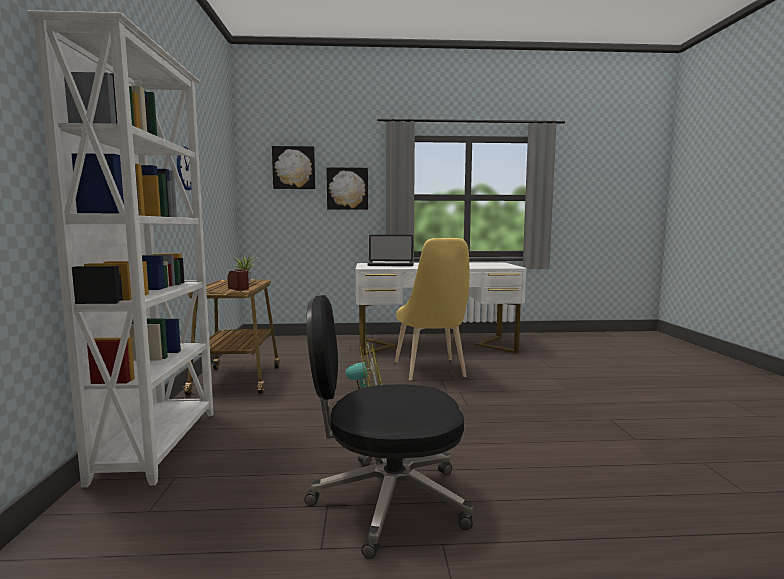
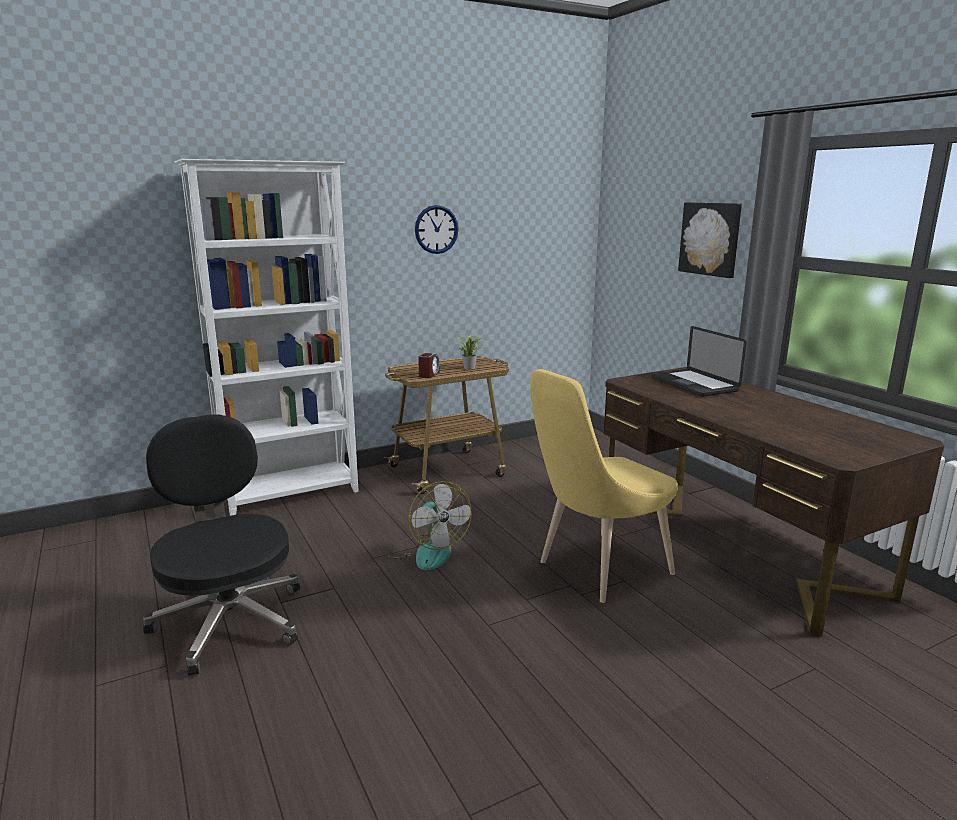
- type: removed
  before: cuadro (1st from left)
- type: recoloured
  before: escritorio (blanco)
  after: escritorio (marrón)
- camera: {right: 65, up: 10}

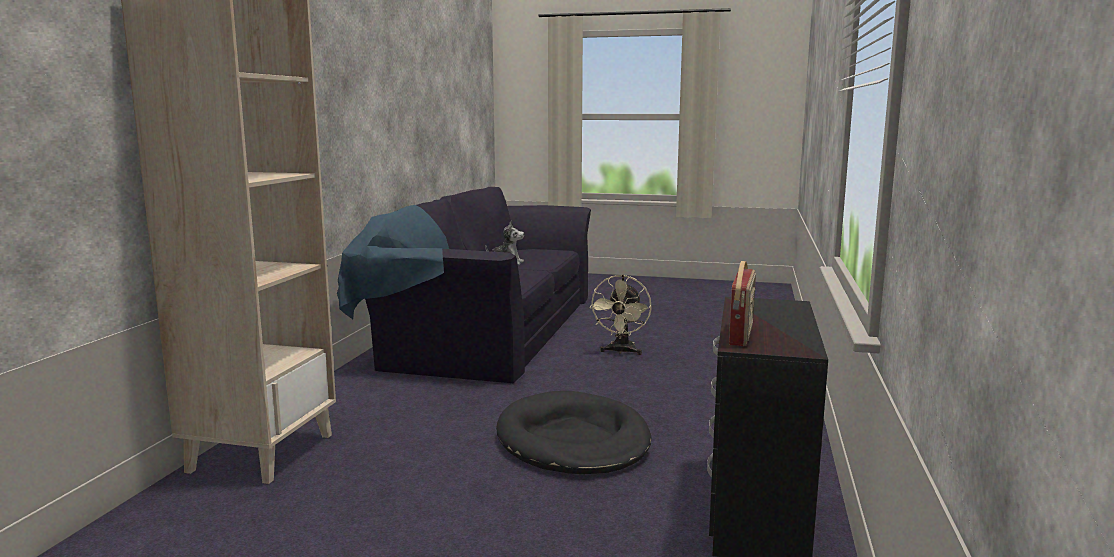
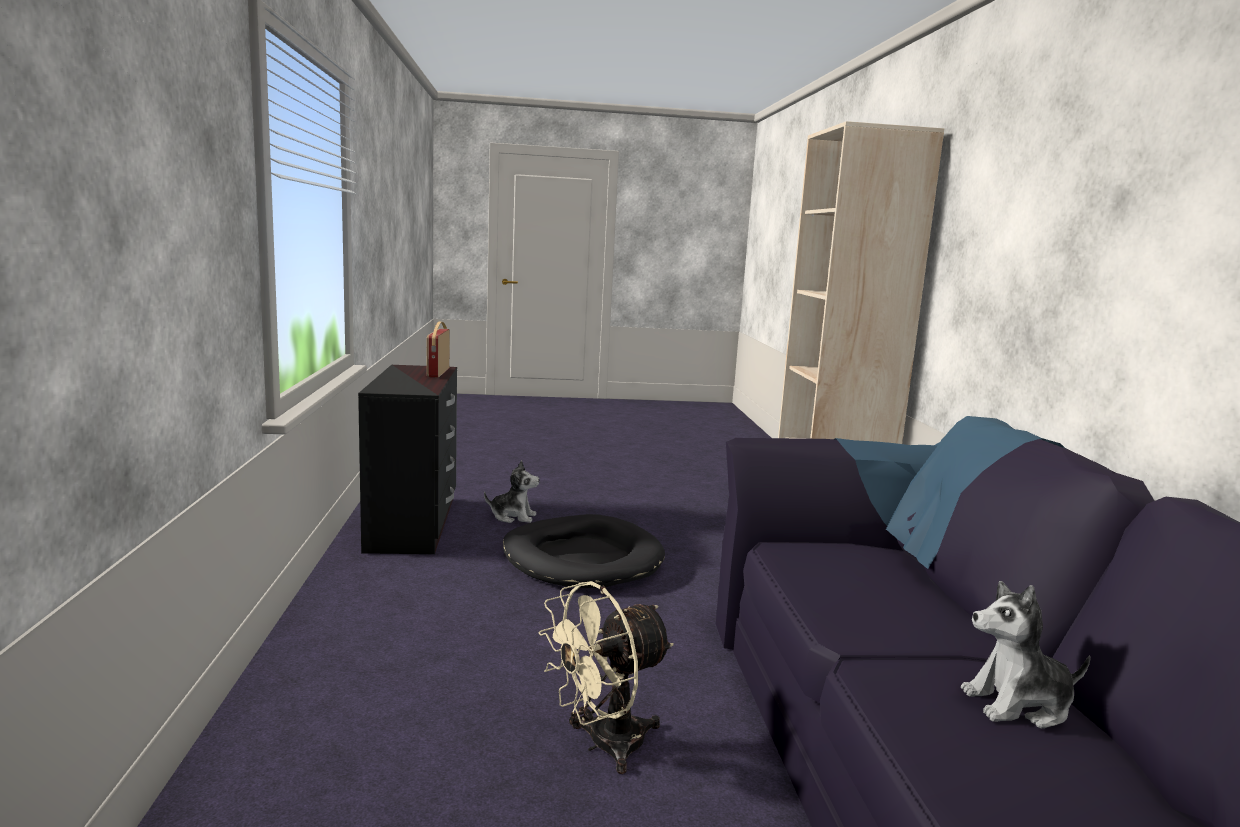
- type: added
  after: peluche (1st from left)
- type: turned
  before: ventilador (beis)
  turn: -120
- camera: {right: 160, up: 0}

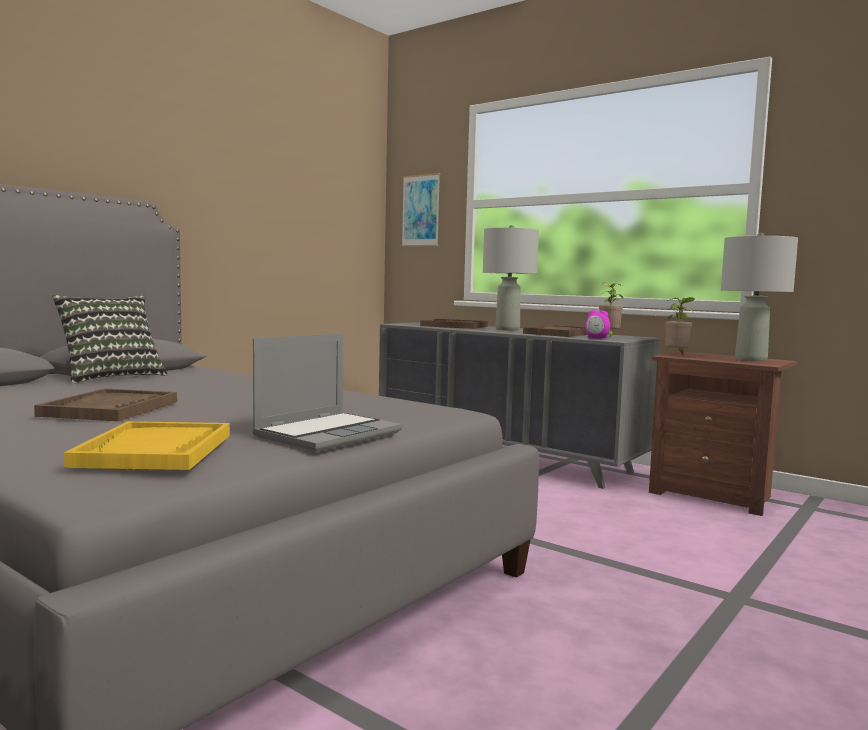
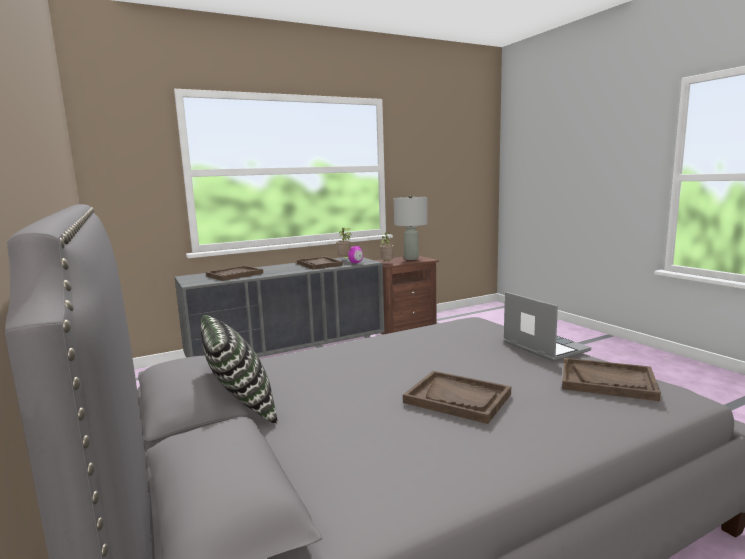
- type: removed
  before: cuadro
- type: removed
  before: lámpara de mesa (gris) (1st from left)
- type: recoloured
  before: bandeja (amarillo)
  after: bandeja (marrón) (4th from left)
- camera: {right: -65, up: 5}

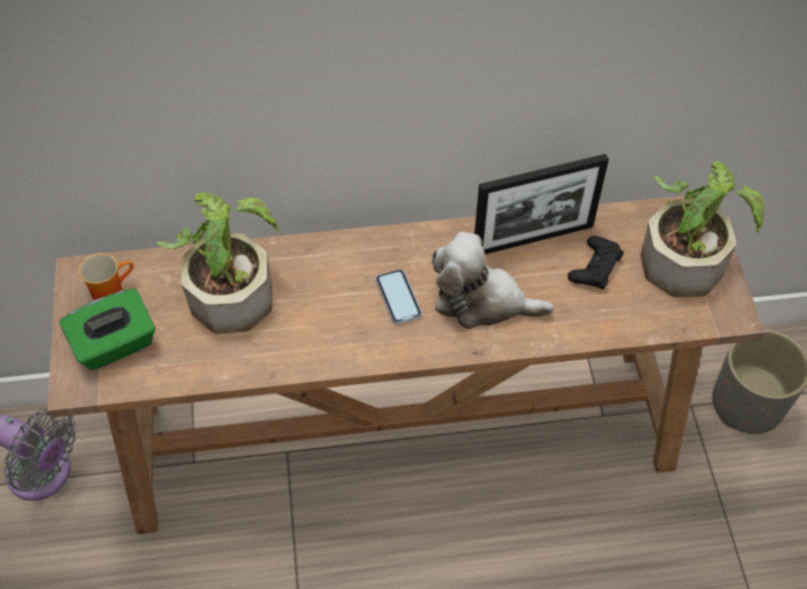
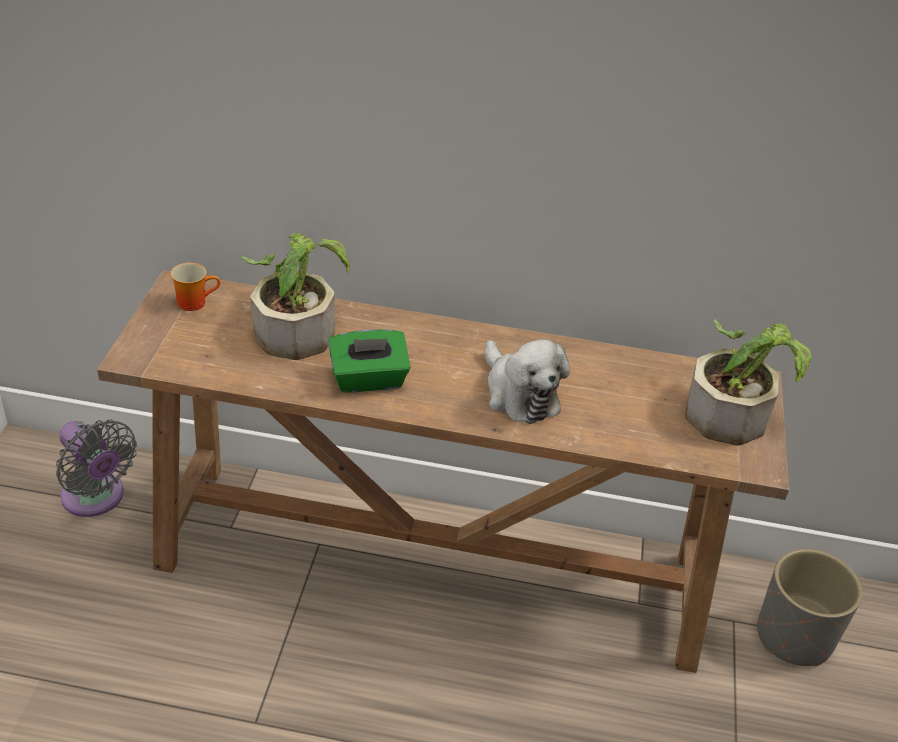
- type: removed
  before: móvil
- type: removed
  before: portarretratos
- type: removed
  before: mando de consola (negro)
- type: moved
  before: caja de pañuelos (verde)
- type: turned
  before: peluche
  turn: -150
- camera: {right: 15, up: -15}

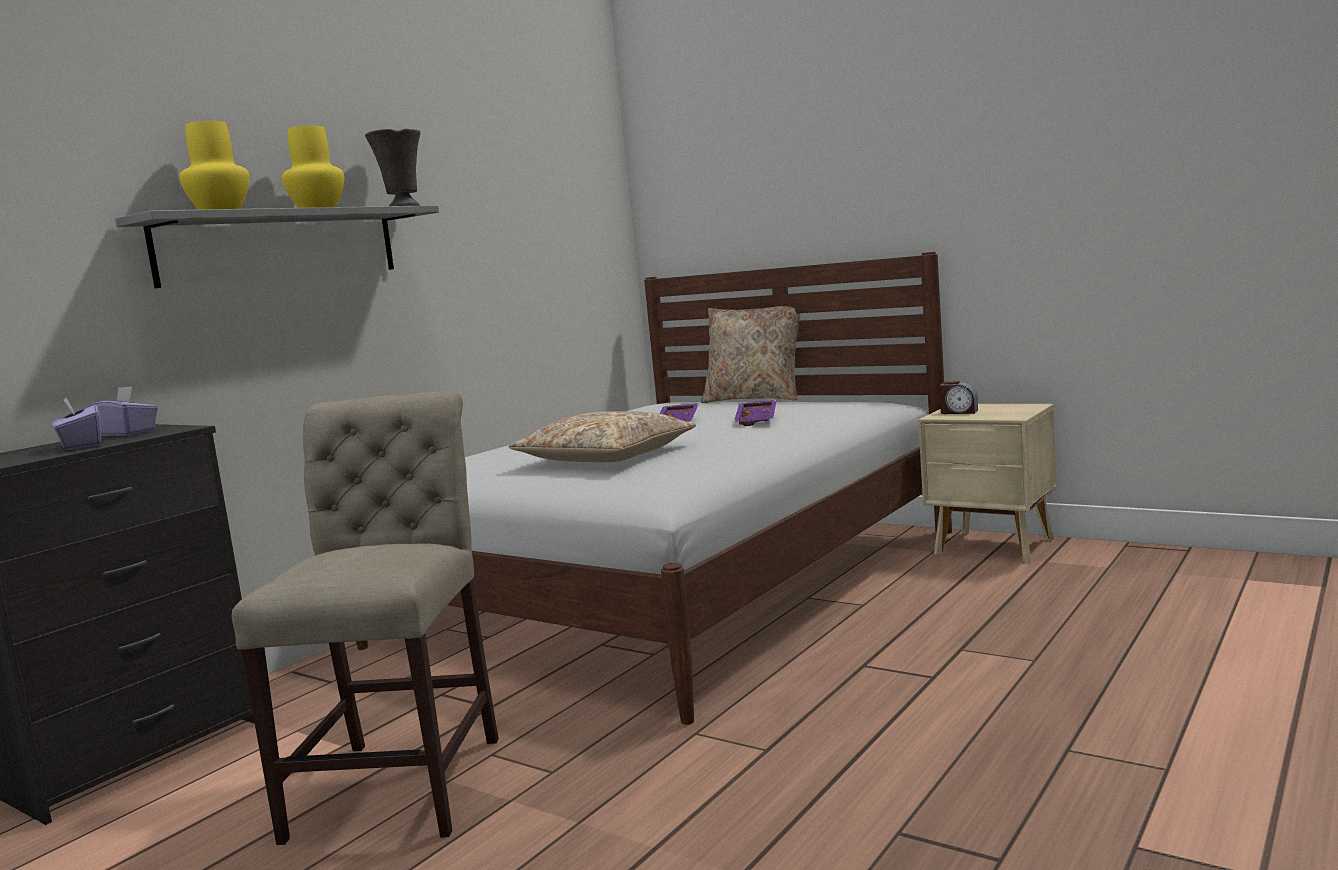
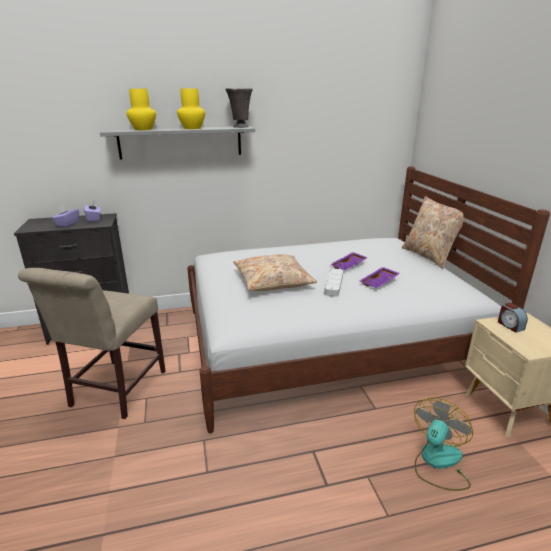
- type: added
  after: bandeja (gris)
- type: added
  after: ventilador
- type: turned
  before: silla (beis)
  turn: 150
- camera: {right: 40, up: 15}

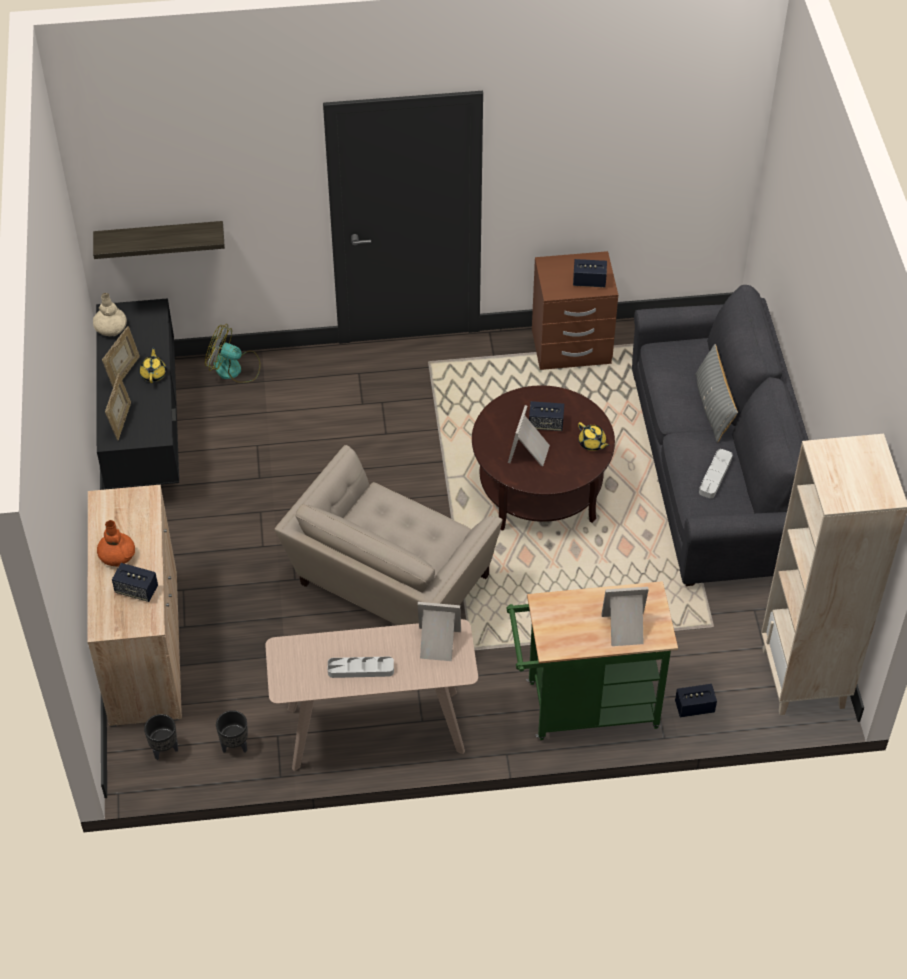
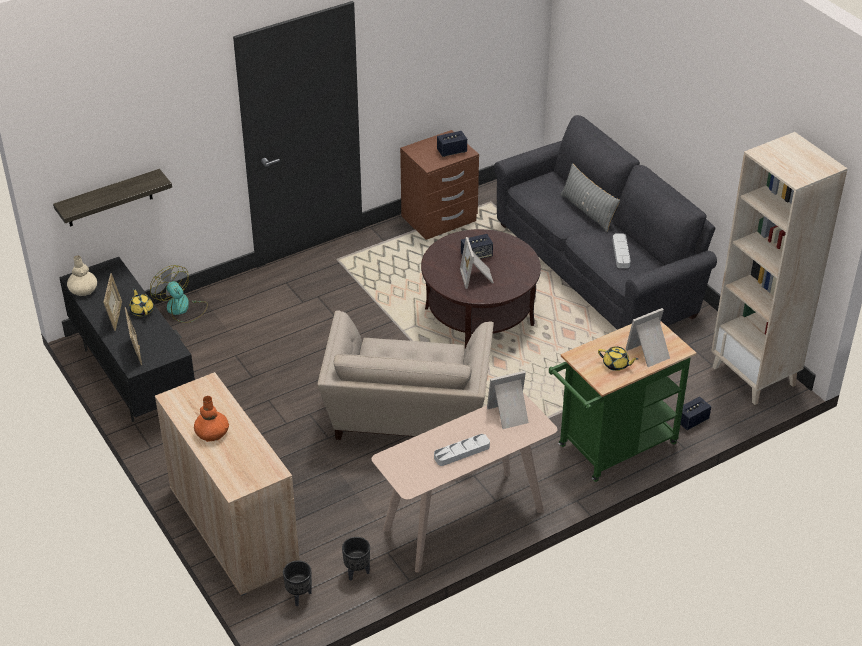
- type: removed
  before: altavoz (1st from left)
- type: moved
  before: tetera (amarillo) (2nd from left)
- type: turned
  before: ventilador
  turn: 60
- camera: {right: -25, up: -10}

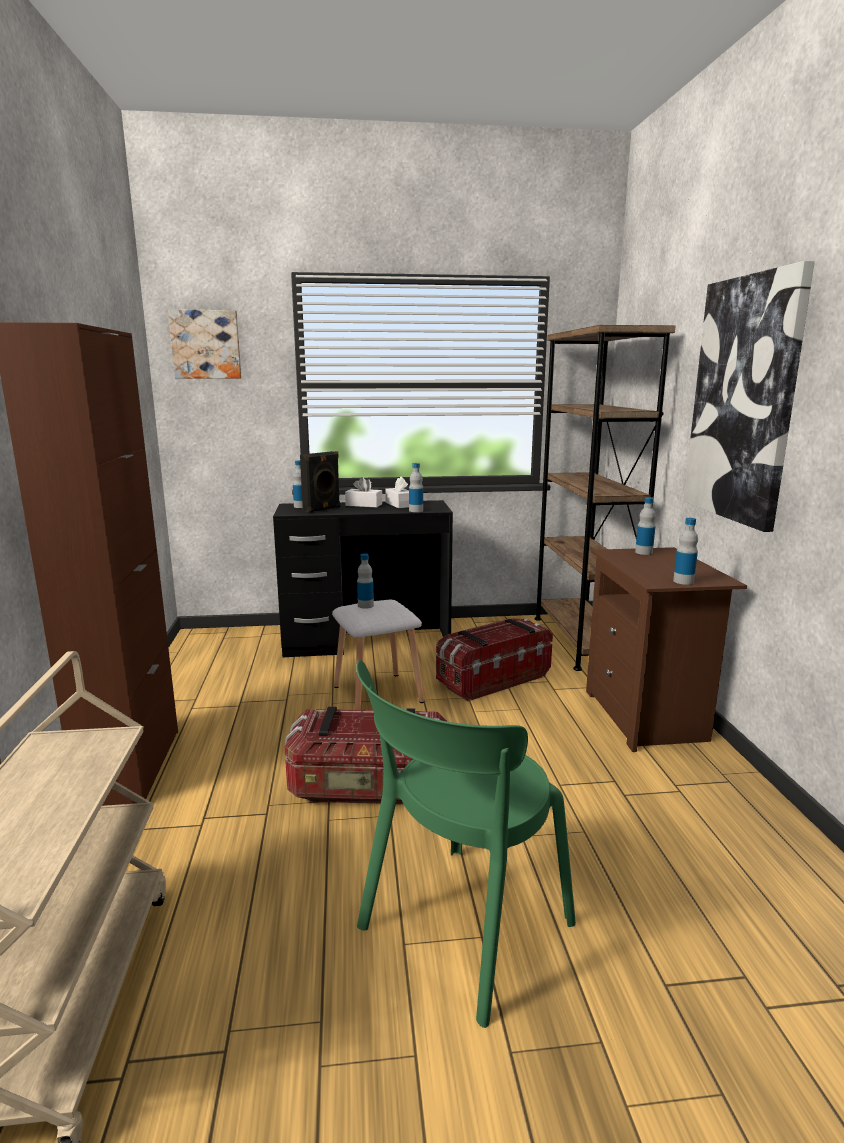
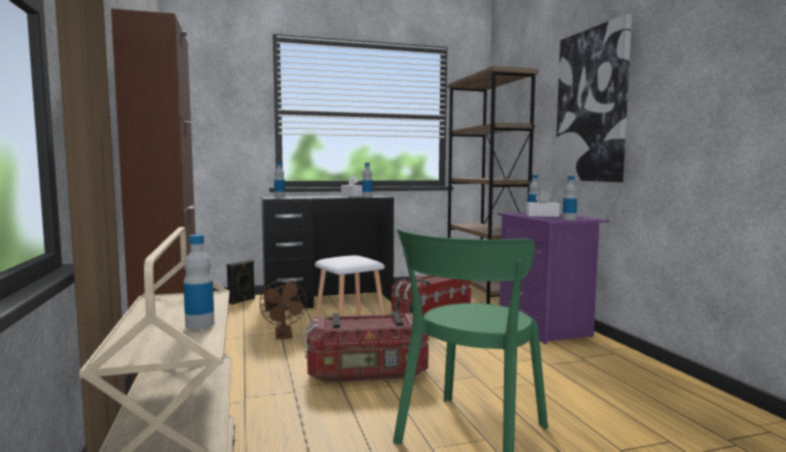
- type: removed
  before: cuadro (1st from left)
- type: added
  after: ventilador (marrón)
- type: moved
  before: altavoz (negro)
- type: moved
  before: caja de pañuelos (blanco) (1st from left in the first image)
  after: caja de pañuelos (blanco) (2nd from left)
- type: moved
  before: botella (2nd from left in the first image)
  after: botella (1st from left)
- type: recoloured
  before: mesita de noche (marrón)
  after: mesita de noche (morado)
- camera: {right: -10, up: -10}

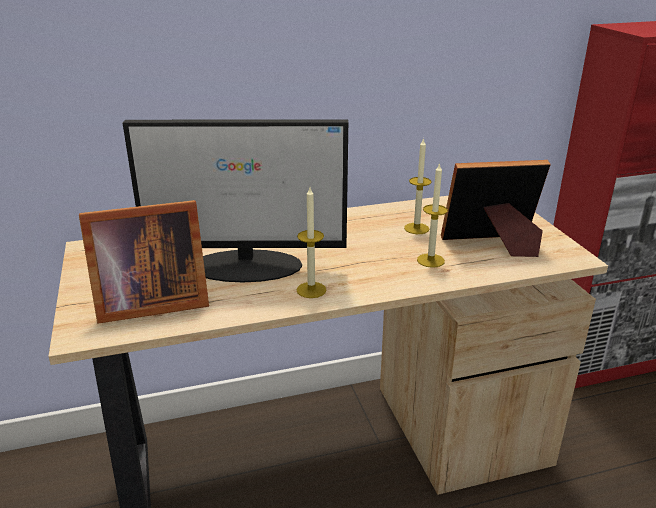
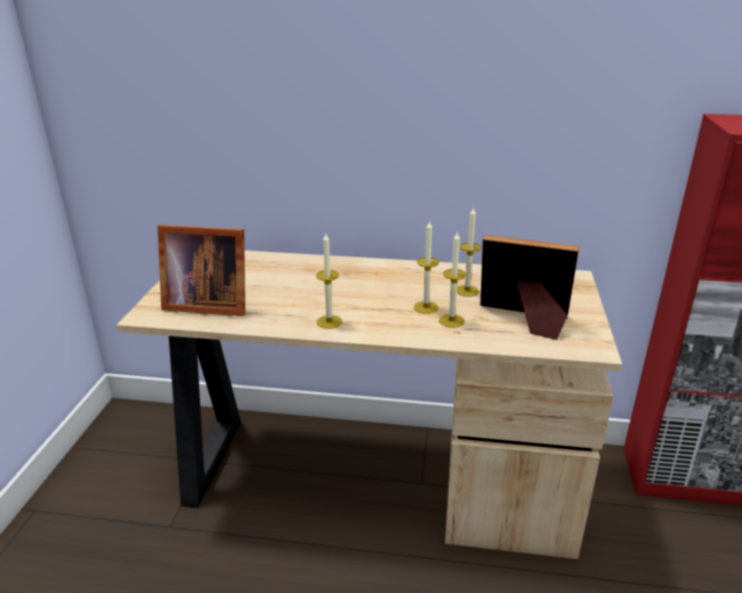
- type: removed
  before: monitor
- type: added
  after: vela (2nd from left)
- camera: {right: 25, up: 0}

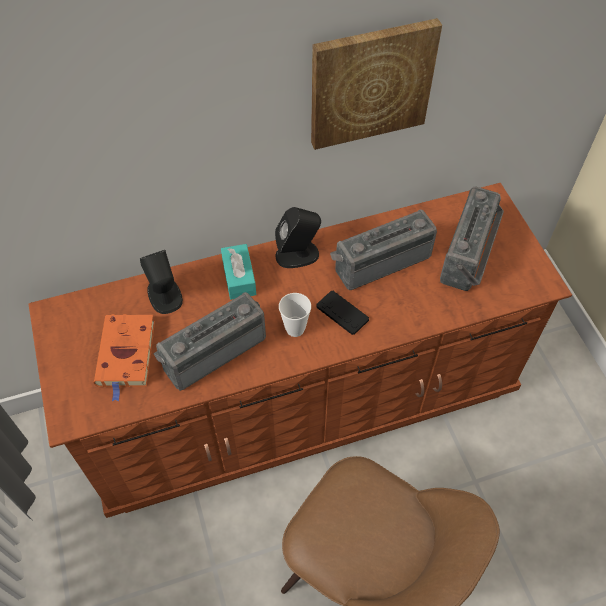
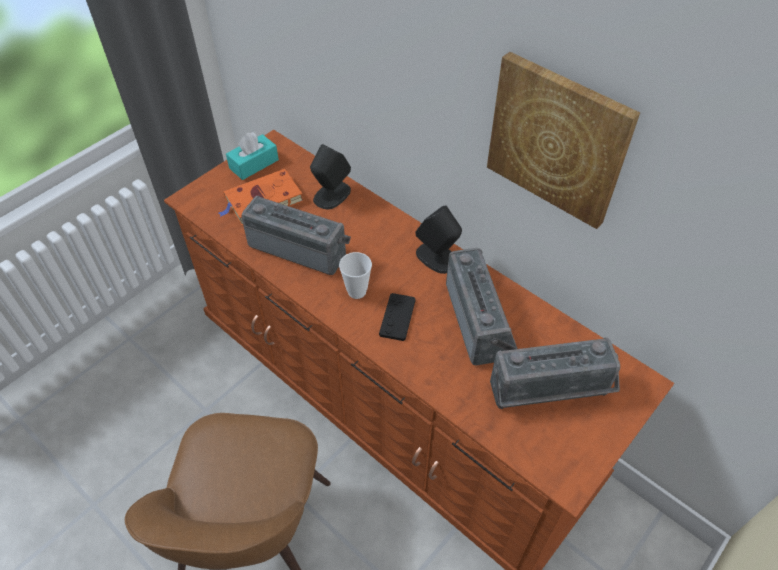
- type: moved
  before: caja de pañuelos (turquesa)
- type: turned
  before: radio (2nd from left)
  turn: 45
- camera: {right: 60, up: -5}

